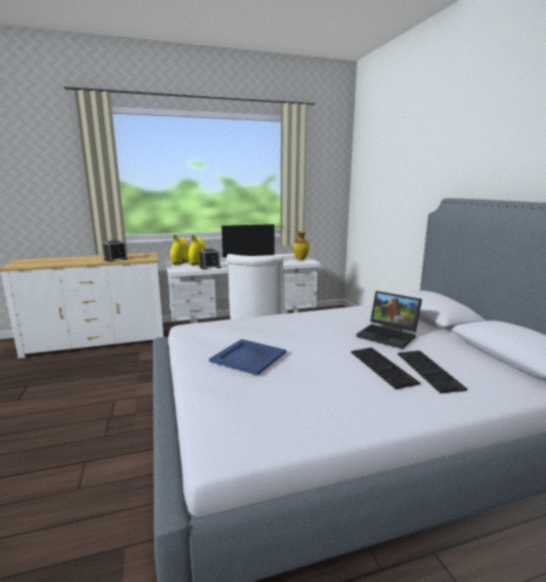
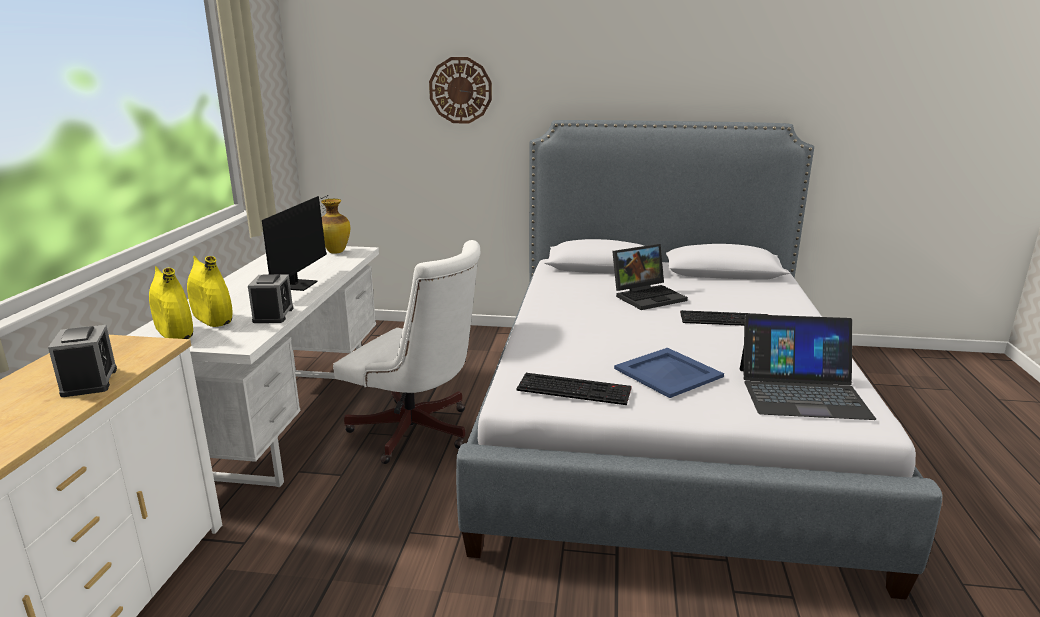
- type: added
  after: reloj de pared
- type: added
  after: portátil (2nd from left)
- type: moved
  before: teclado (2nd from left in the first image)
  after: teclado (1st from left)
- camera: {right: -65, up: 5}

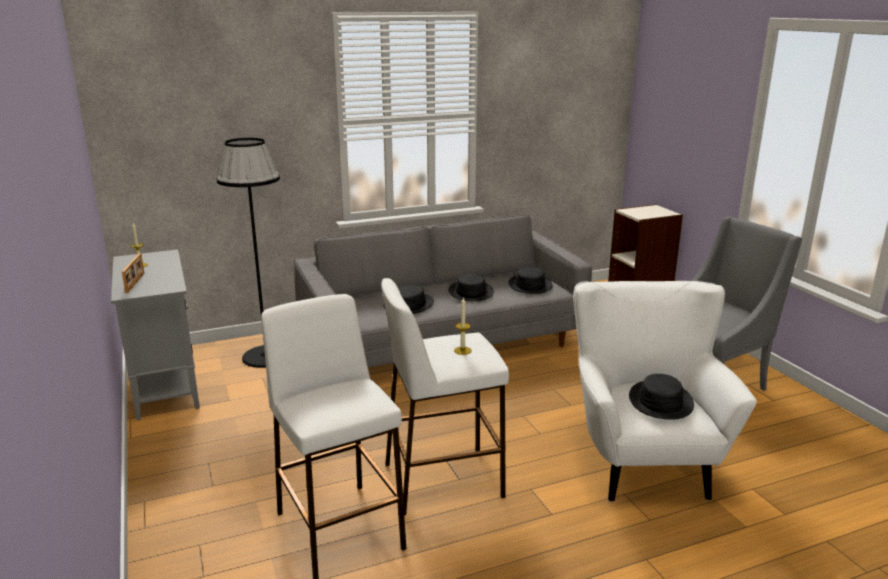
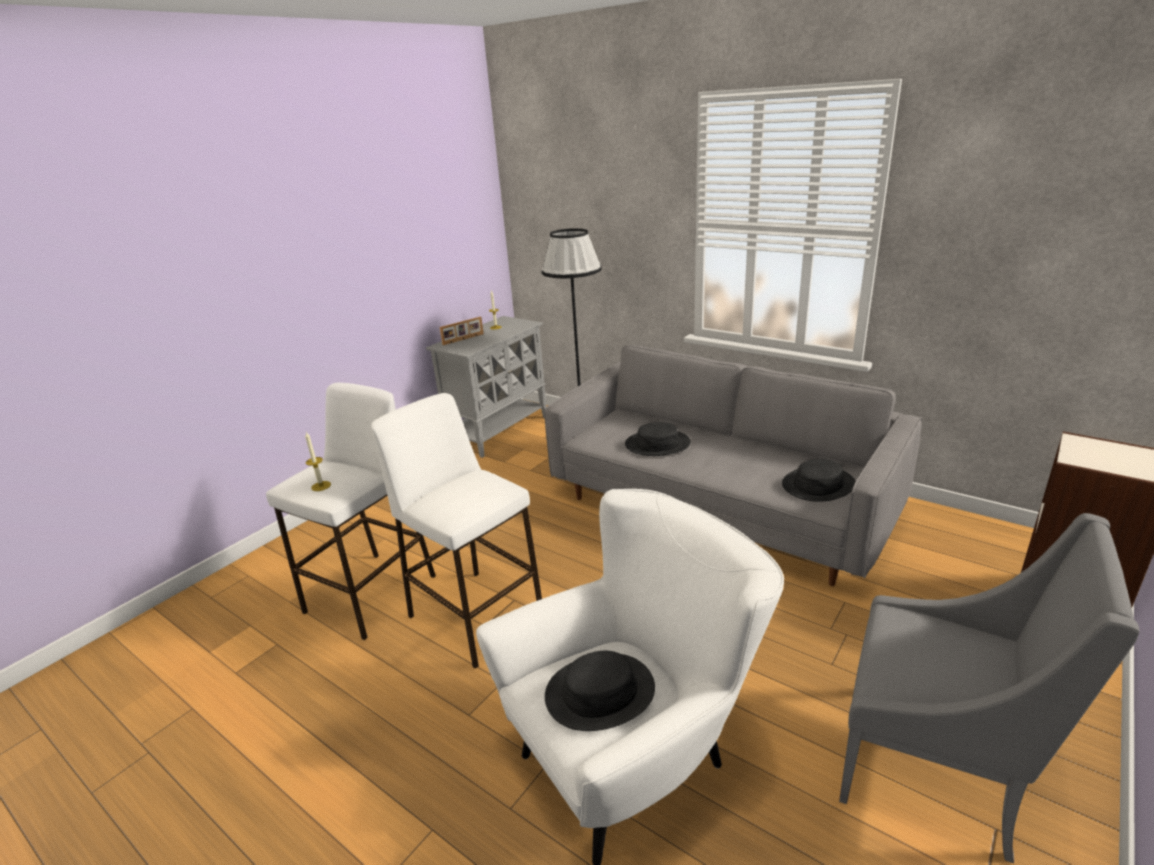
- type: removed
  before: sombrero (negro) (2nd from left)
- type: moved
  before: vela (2nd from left in the first image)
  after: vela (1st from left)
- camera: {right: 60, up: 5}

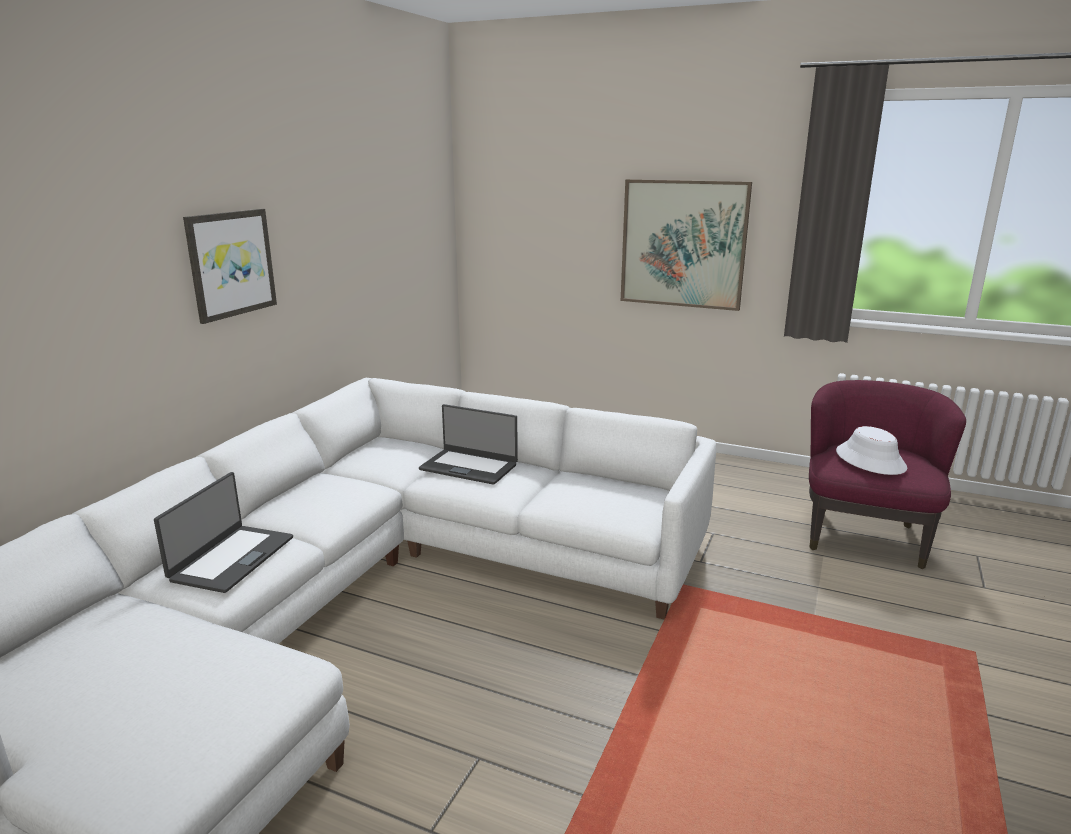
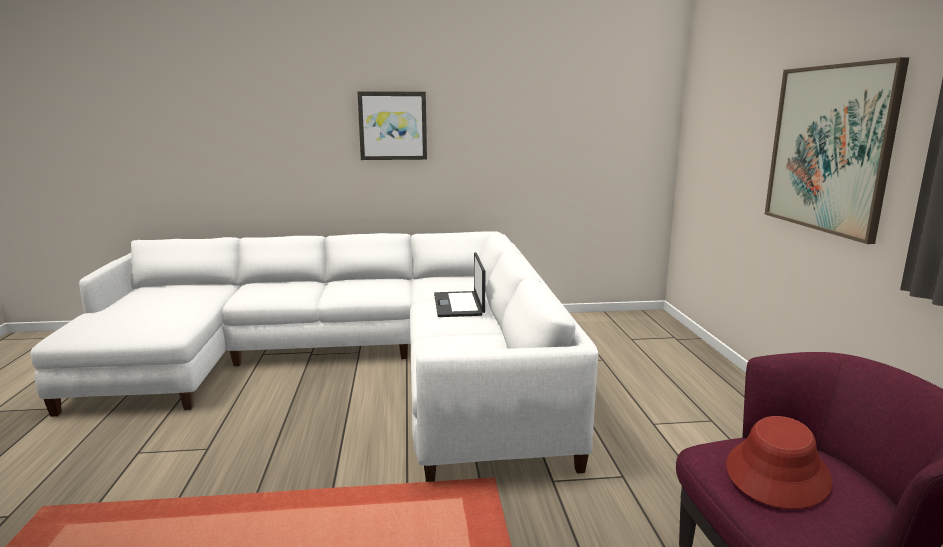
- type: removed
  before: portátil (1st from left)
- type: recoloured
  before: sombrero (blanco)
  after: sombrero (rojo)
- camera: {right: 60, up: -5}

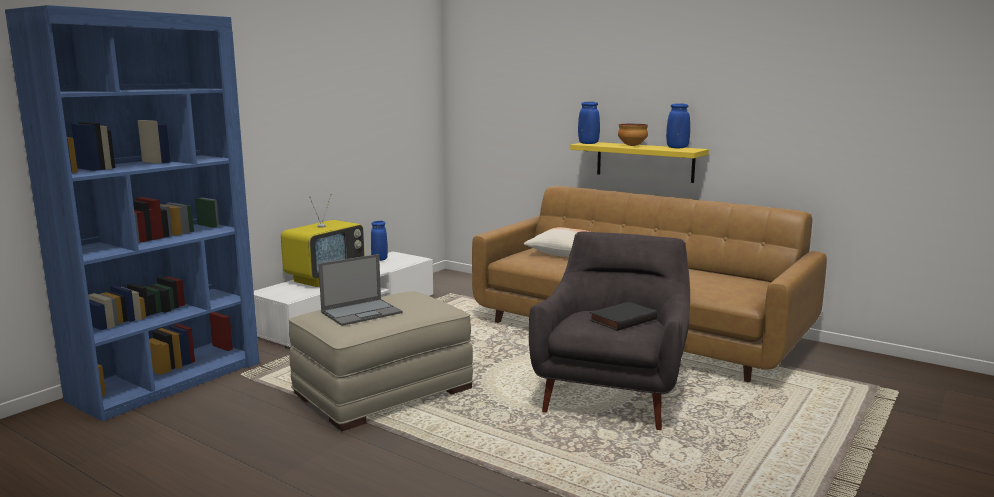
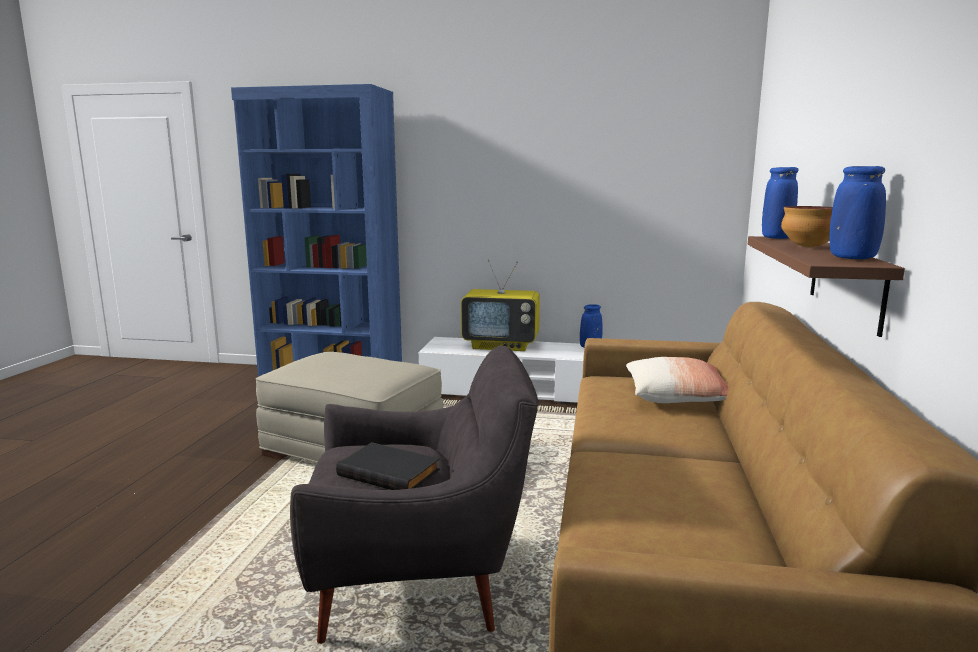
- type: removed
  before: portátil
- type: recoloured
  before: estante (amarillo)
  after: estante (marrón)
- camera: {right: 65, up: 0}

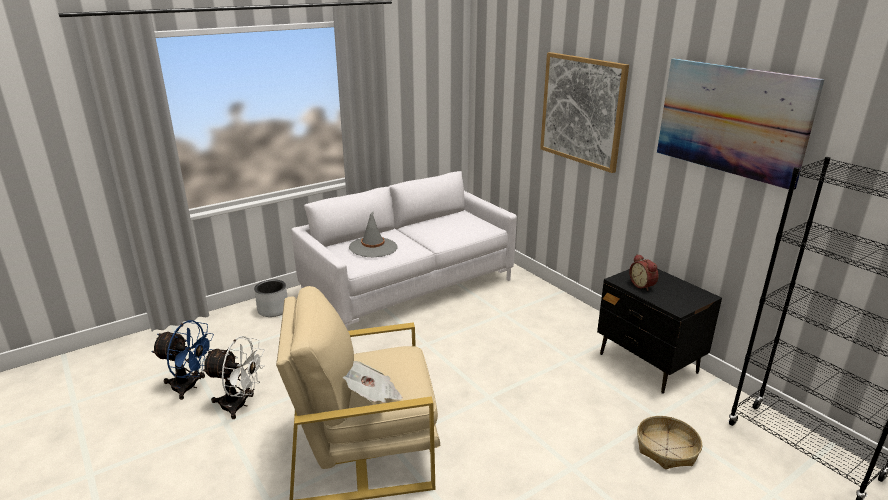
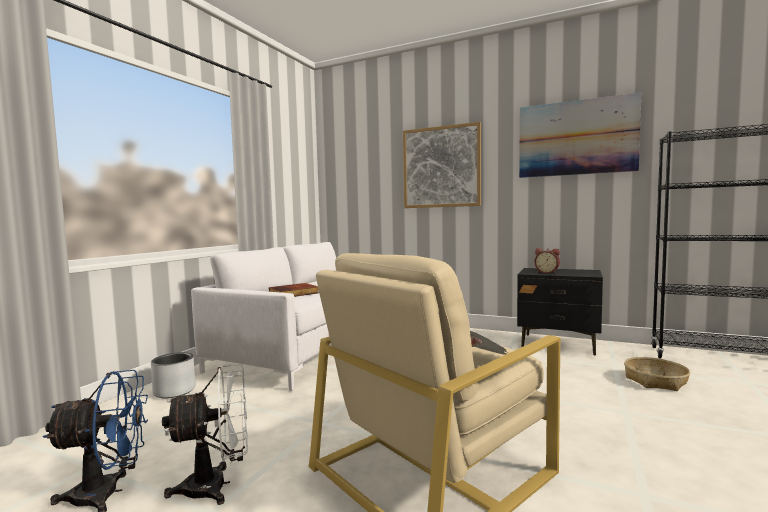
- type: replaced
  before: sombrero (gris)
  after: libro
- camera: {right: -30, up: -20}

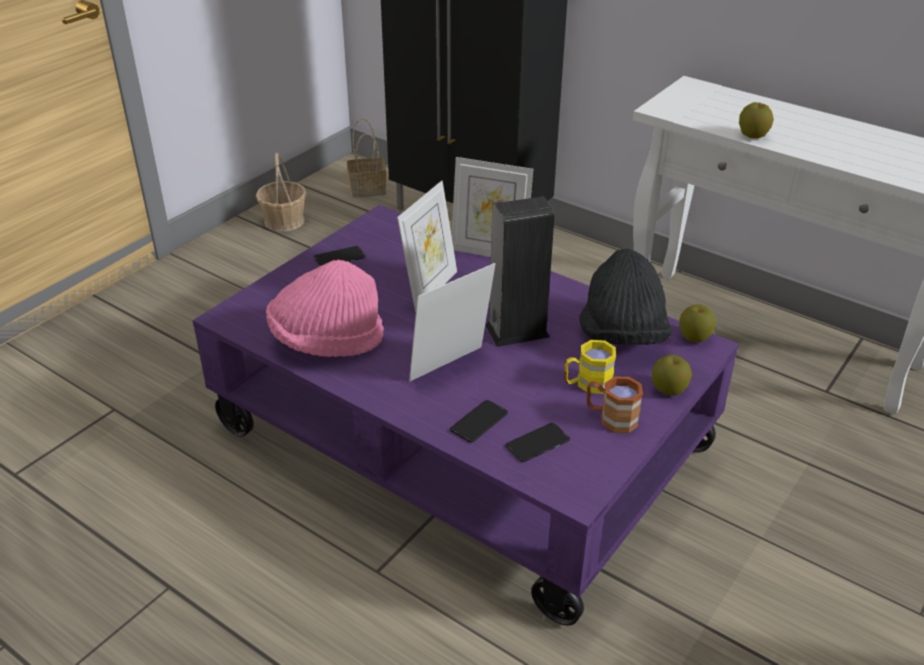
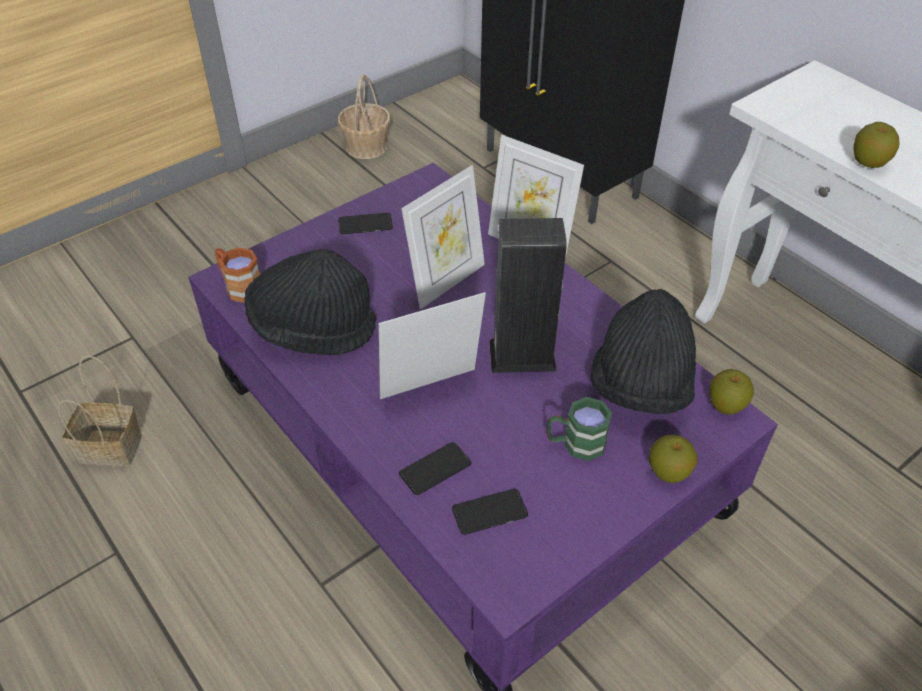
- type: moved
  before: cesta (2nd from left in the first image)
  after: cesta (1st from left)
- type: moved
  before: taza grande (marrón)
- type: recoloured
  before: sombrero (rosa)
  after: sombrero (negro) (1st from left)
- type: recoloured
  before: taza grande (amarillo)
  after: taza grande (verde)
- camera: {right: 15, up: 10}

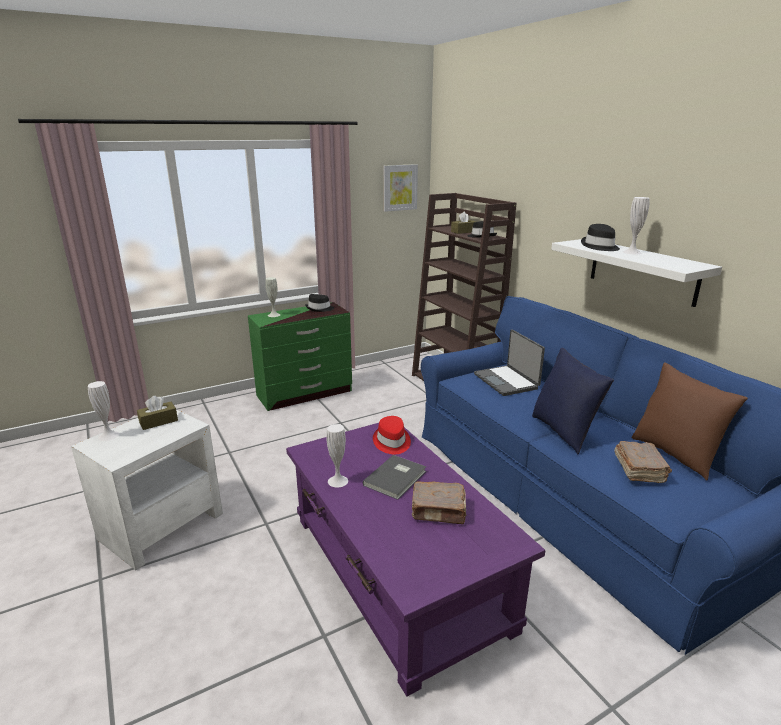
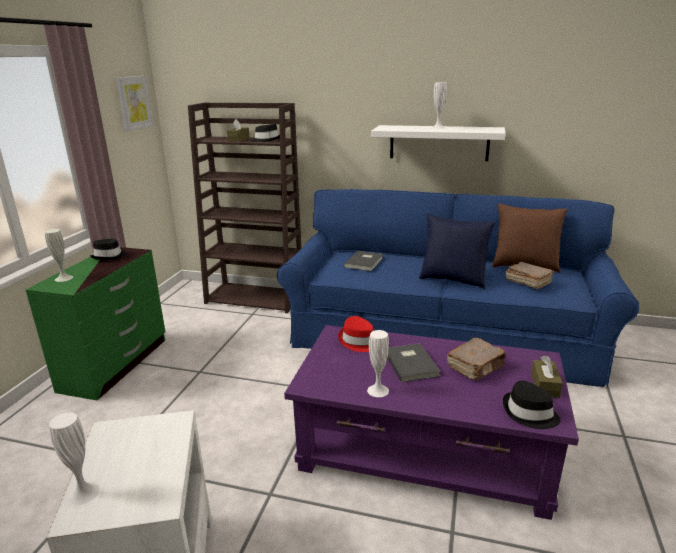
- type: moved
  before: caja de pañuelos (marrón) (1st from left in the first image)
  after: caja de pañuelos (marrón) (2nd from left)
- type: moved
  before: sombrero (negro) (3rd from left)
- type: replaced
  before: portátil
  after: libro (gris) (1st from left)
- camera: {right: -45, up: 0}

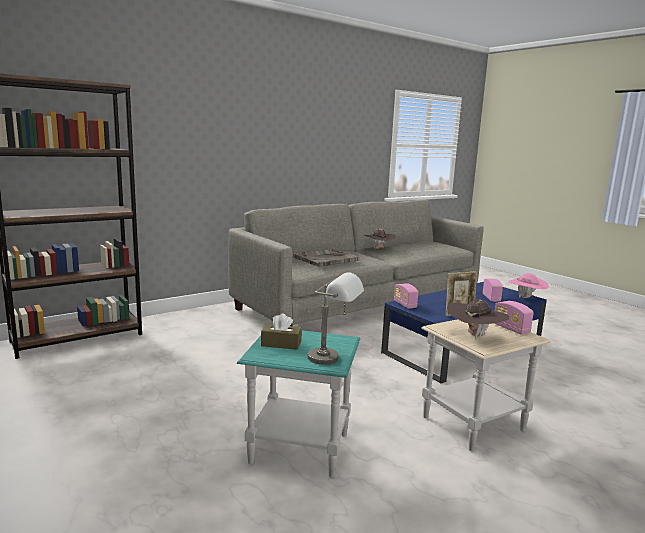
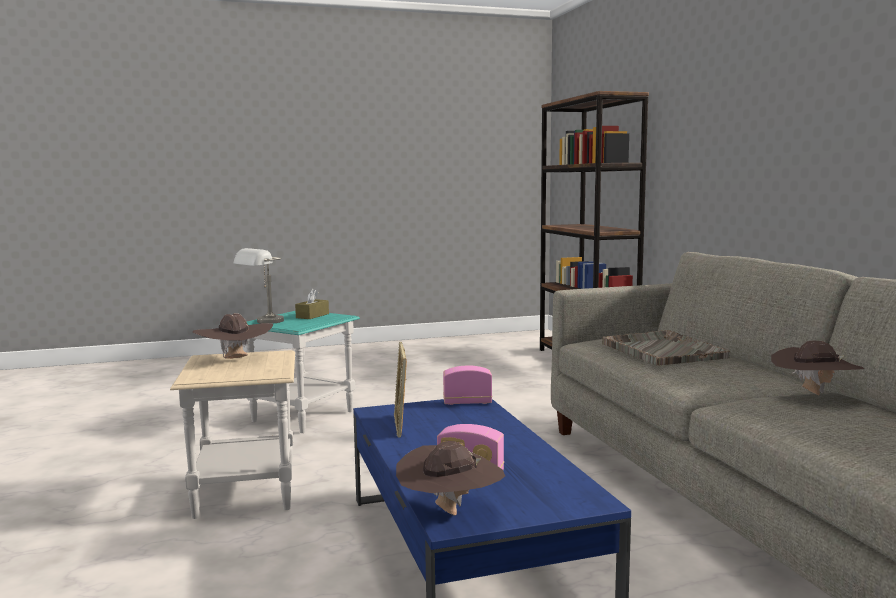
- type: removed
  before: radio (3rd from left)
- type: recoloured
  before: sombrero (rosa)
  after: sombrero (marrón) (2nd from left)
- camera: {right: 110, up: -5}

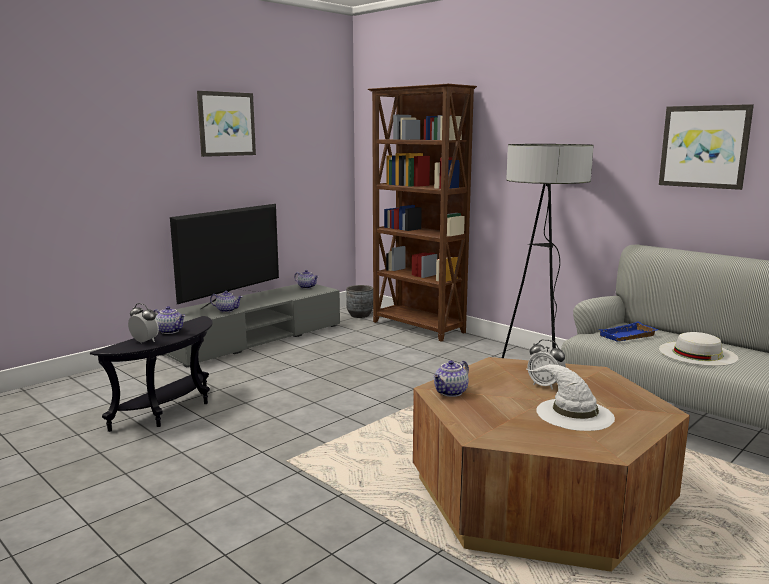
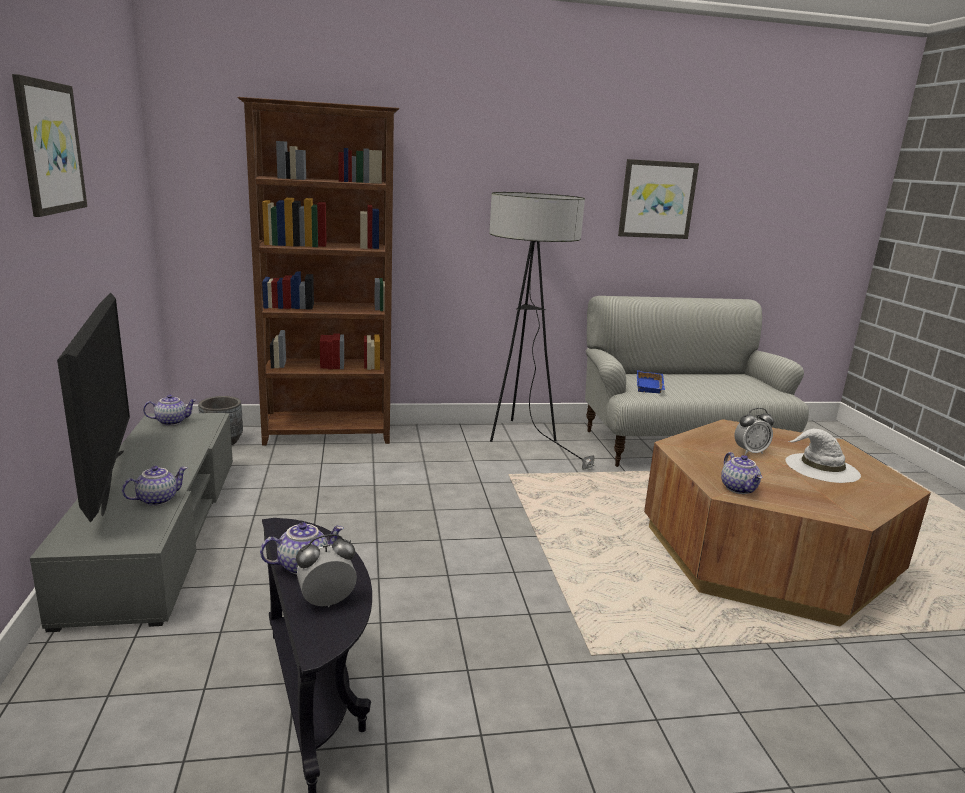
- type: removed
  before: sombrero (blanco) (2nd from left)
- camera: {right: -55, up: 5}

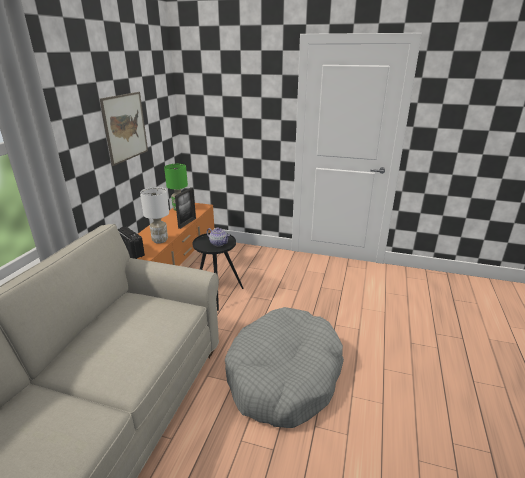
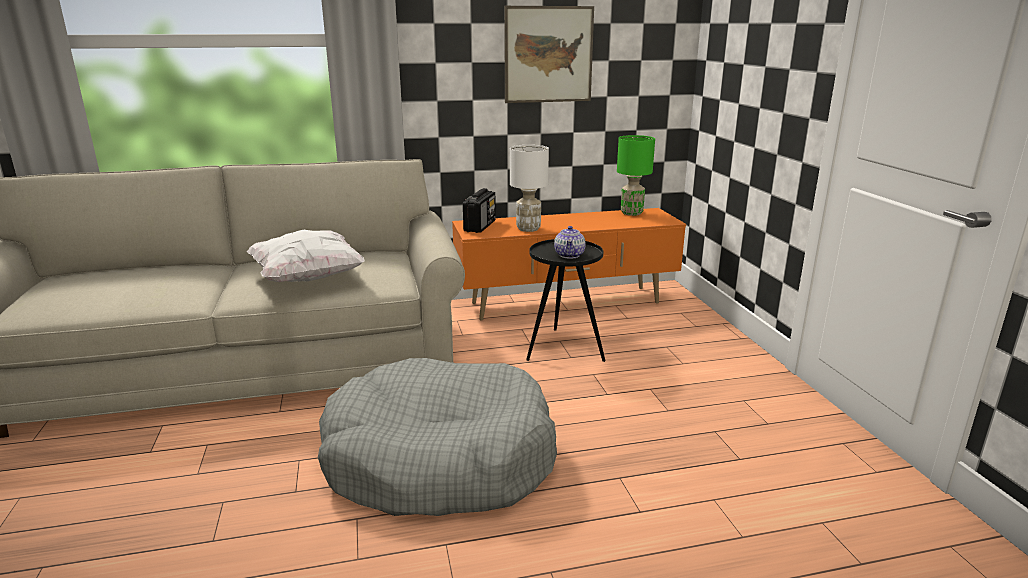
- type: removed
  before: portarretratos
- type: added
  after: cojín (blanco)
- camera: {right: 60, up: -5}

